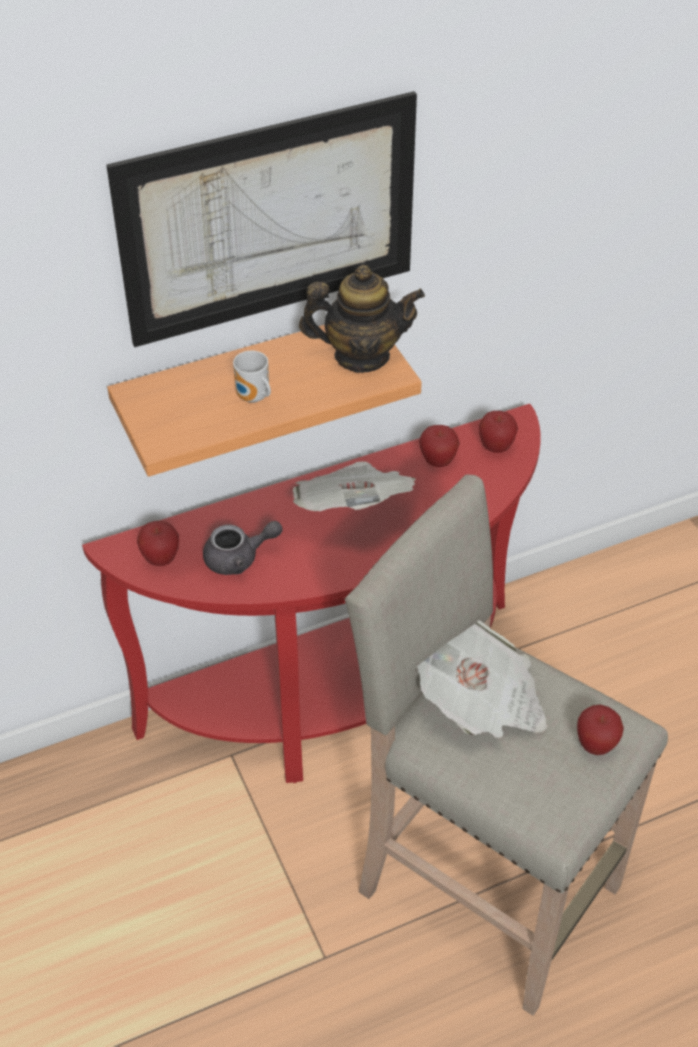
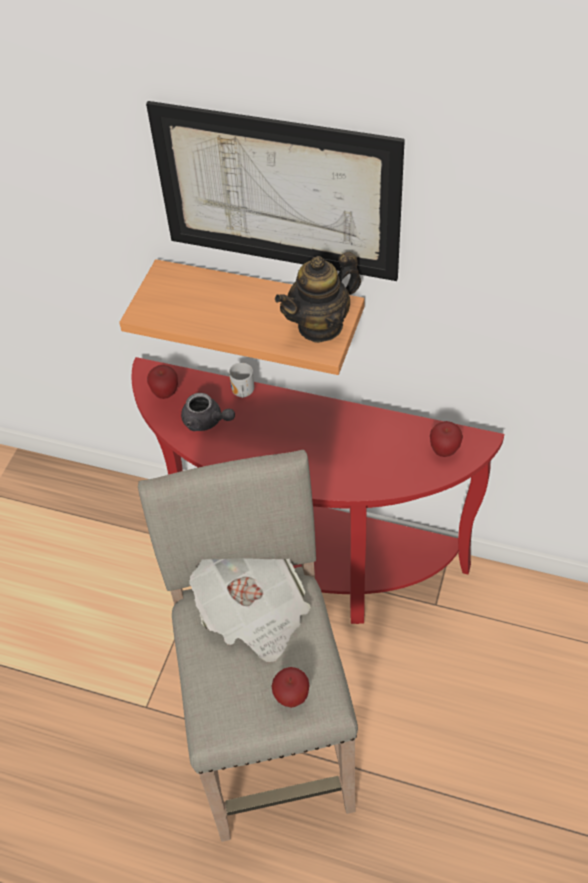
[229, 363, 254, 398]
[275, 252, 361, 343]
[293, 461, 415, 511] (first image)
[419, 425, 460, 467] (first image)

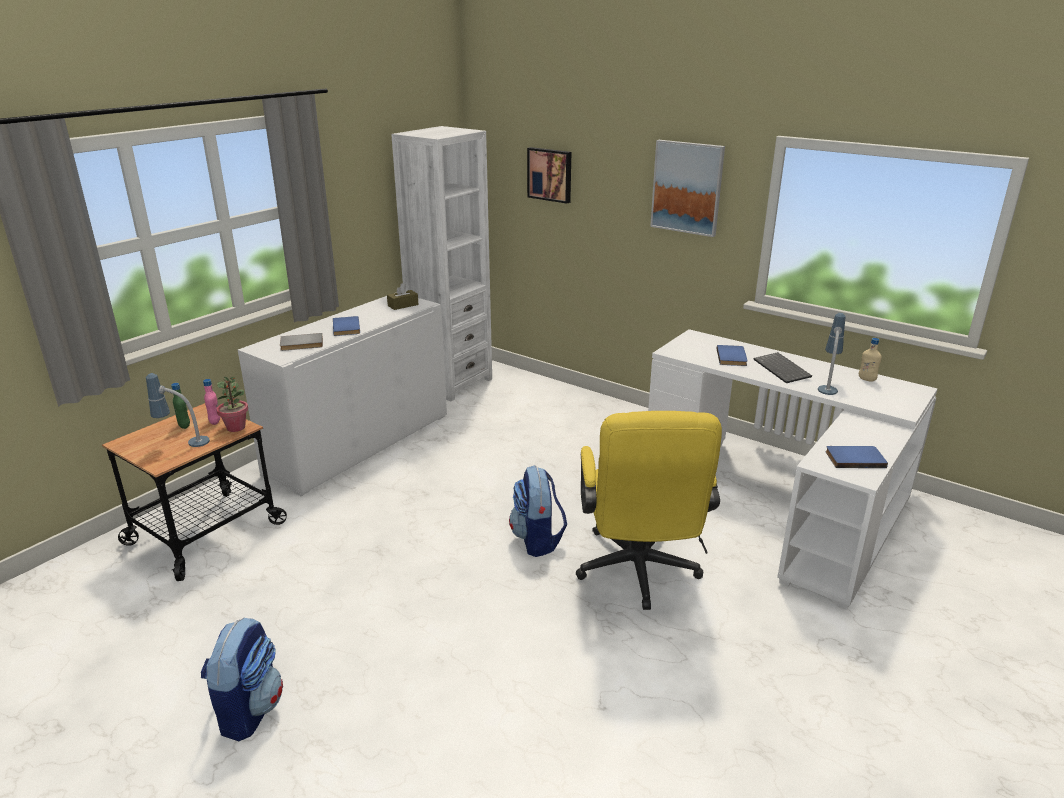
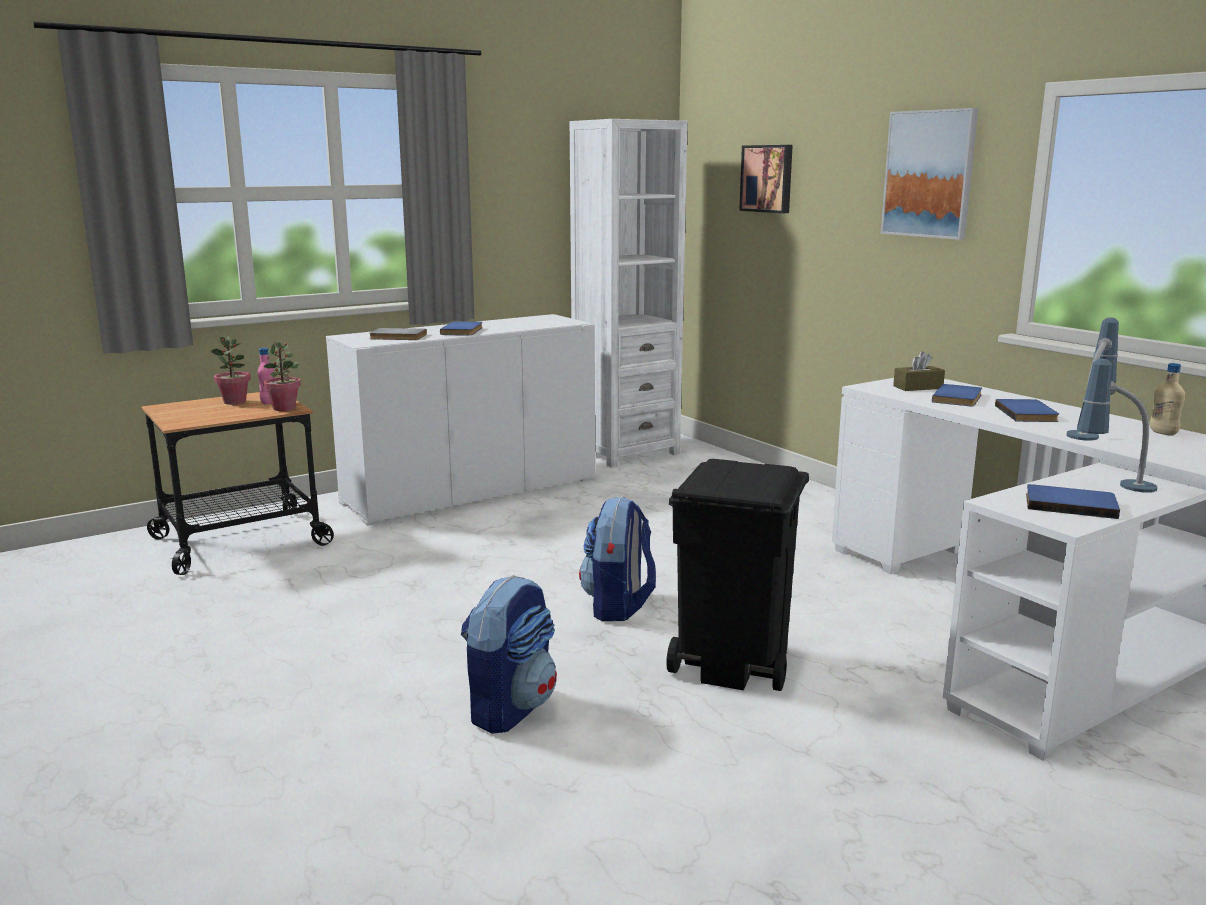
[211, 336, 251, 405]
[461, 575, 557, 734]
[666, 459, 809, 691]
[893, 351, 945, 391]
[995, 399, 1059, 422]
[1077, 359, 1157, 493]

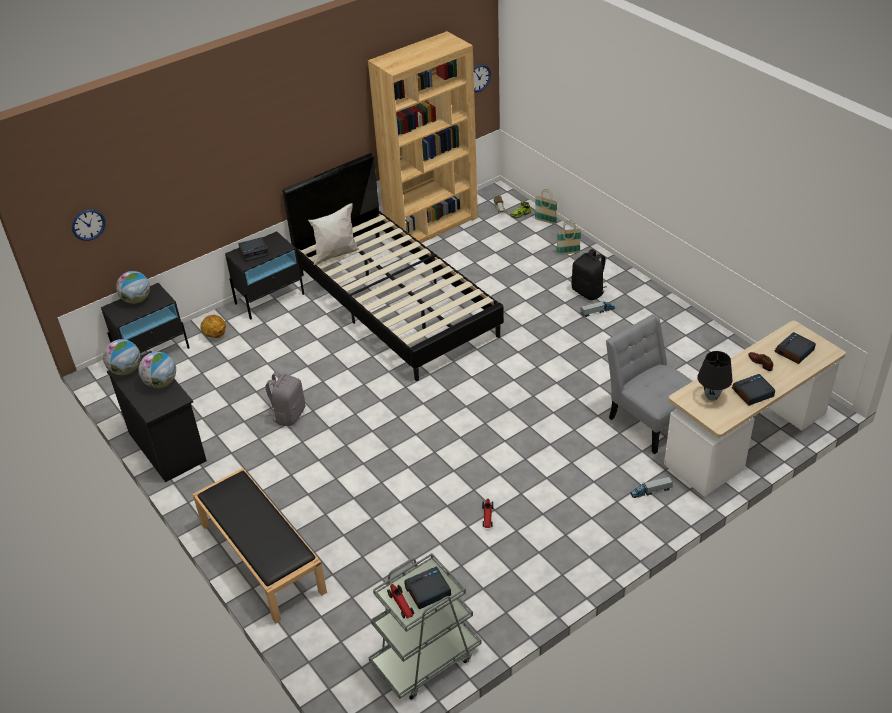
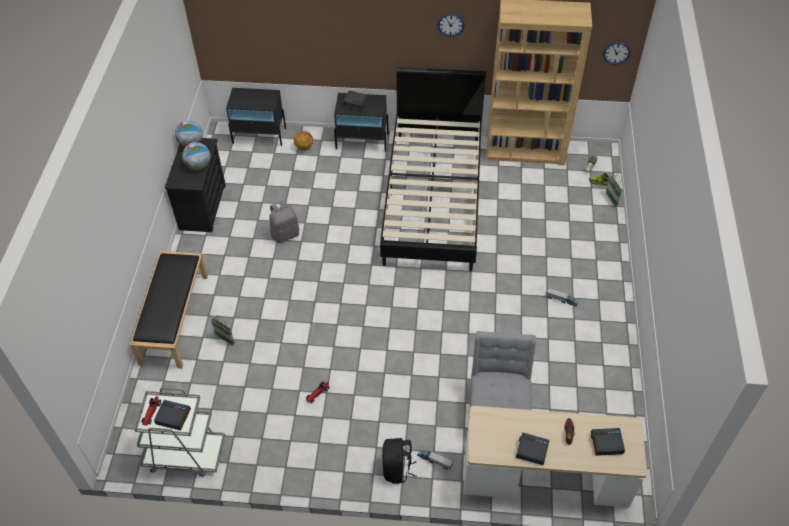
[211, 315, 235, 346]
[382, 438, 417, 484]
[437, 14, 464, 37]
[116, 271, 150, 304] (first image)
[308, 203, 359, 265] (first image)
[698, 351, 733, 401] (first image)

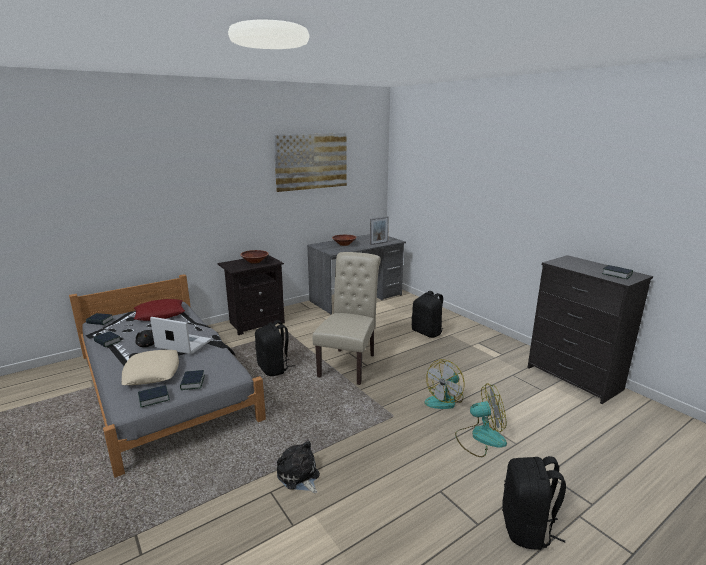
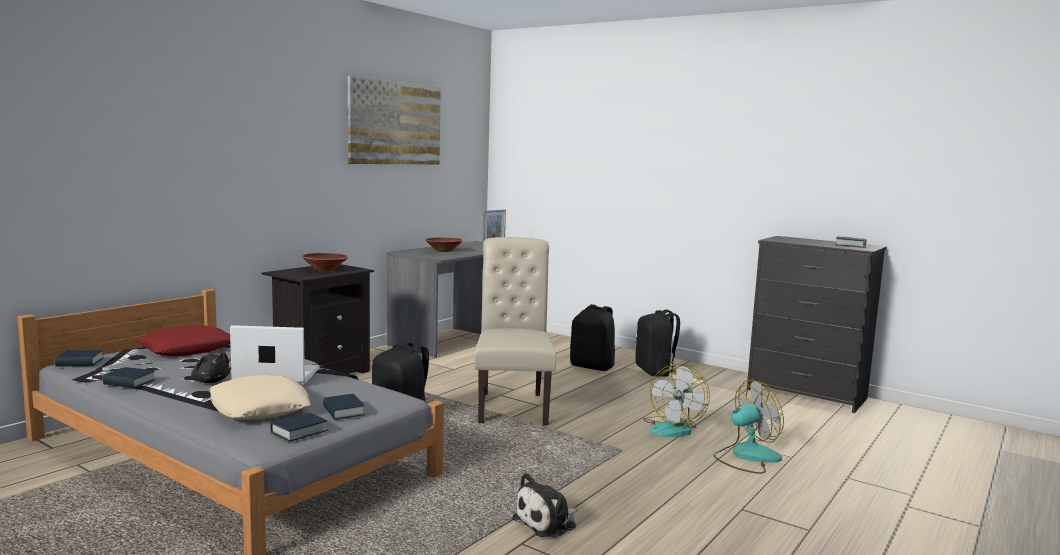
[512, 473, 577, 538]
[635, 309, 680, 377]

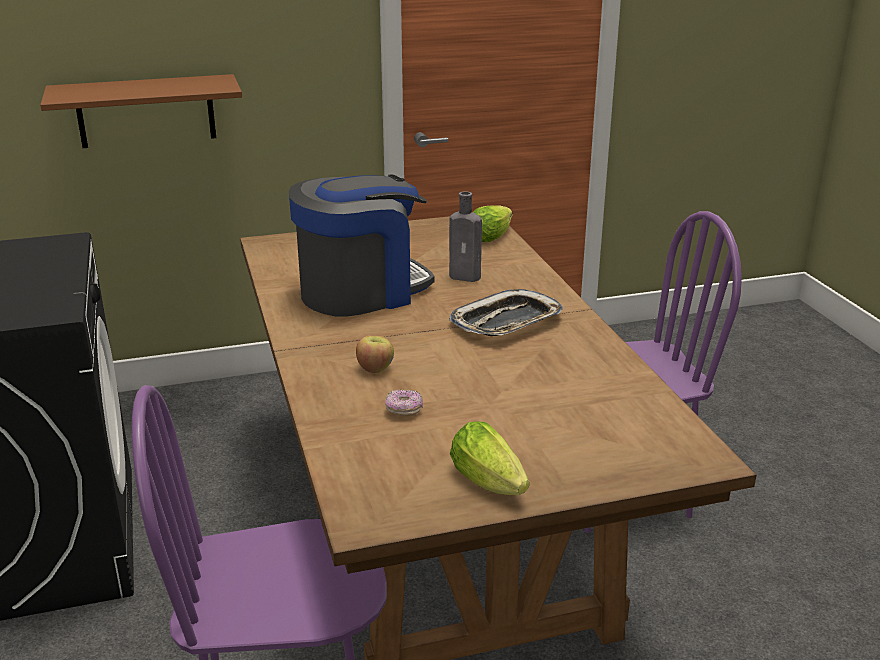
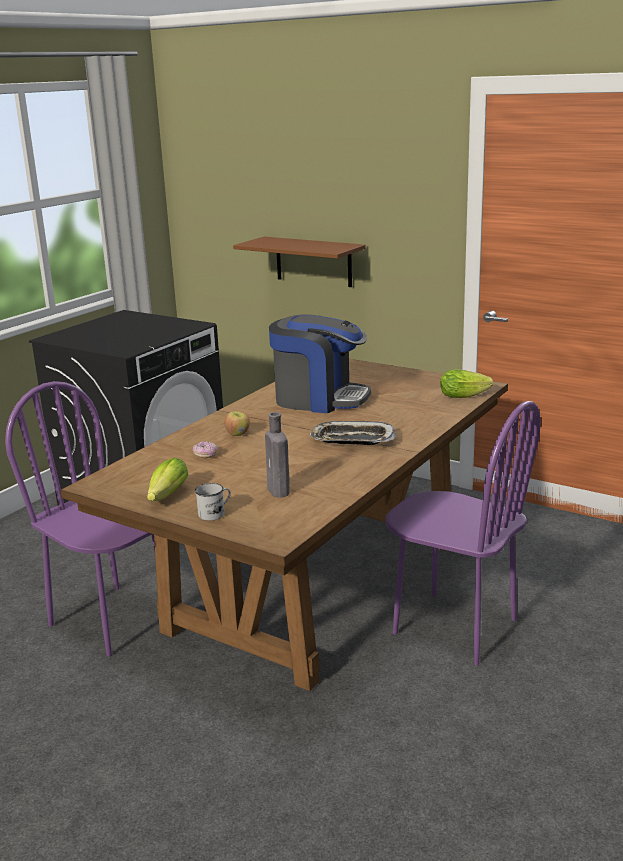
[195, 483, 231, 521]
[265, 412, 290, 498]

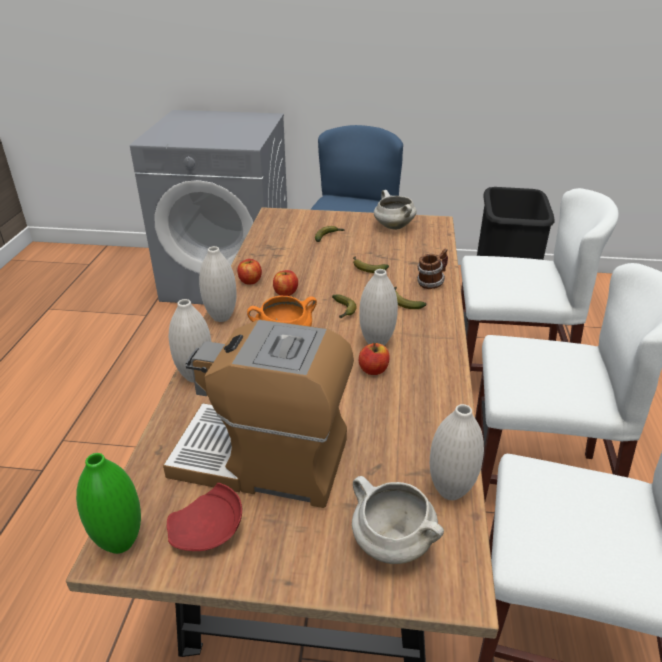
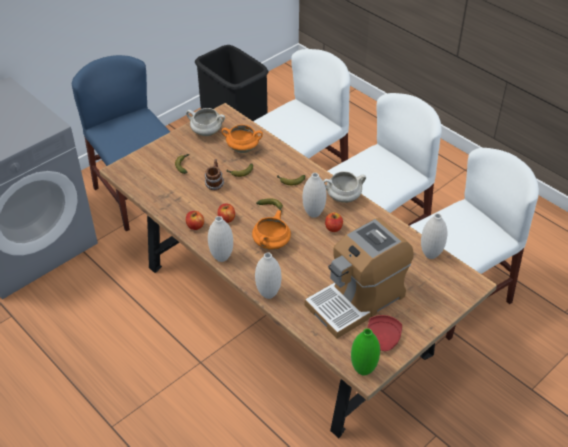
[204, 159, 224, 190]
[222, 125, 263, 153]
[323, 171, 366, 203]

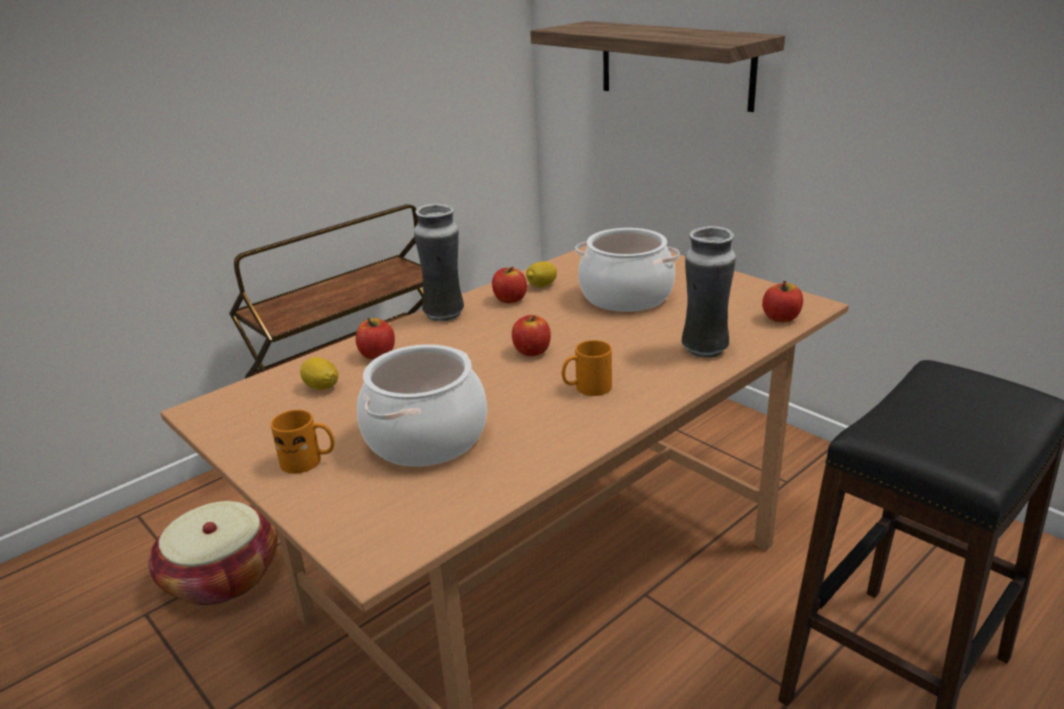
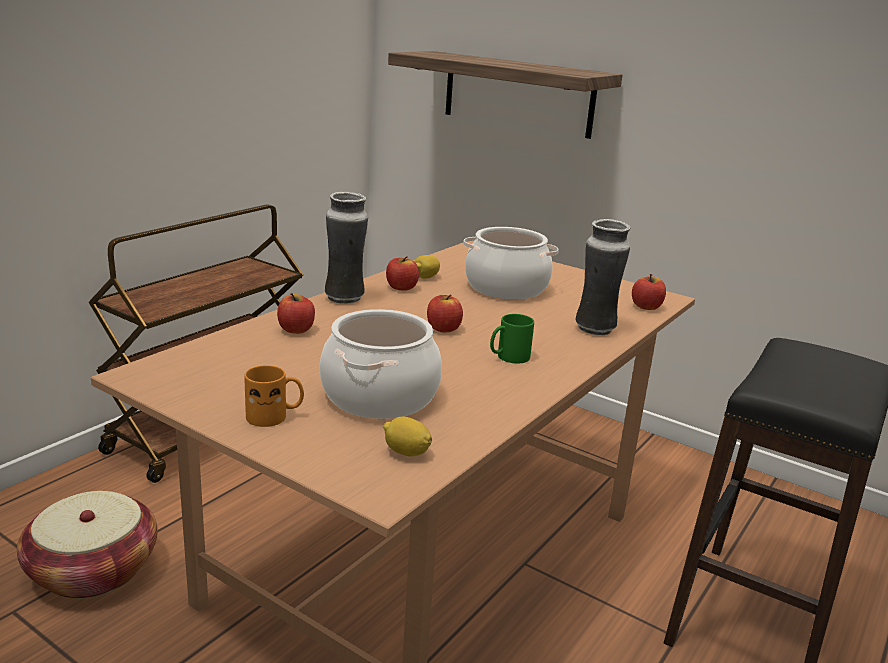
[383, 416, 432, 457]
[490, 314, 534, 363]

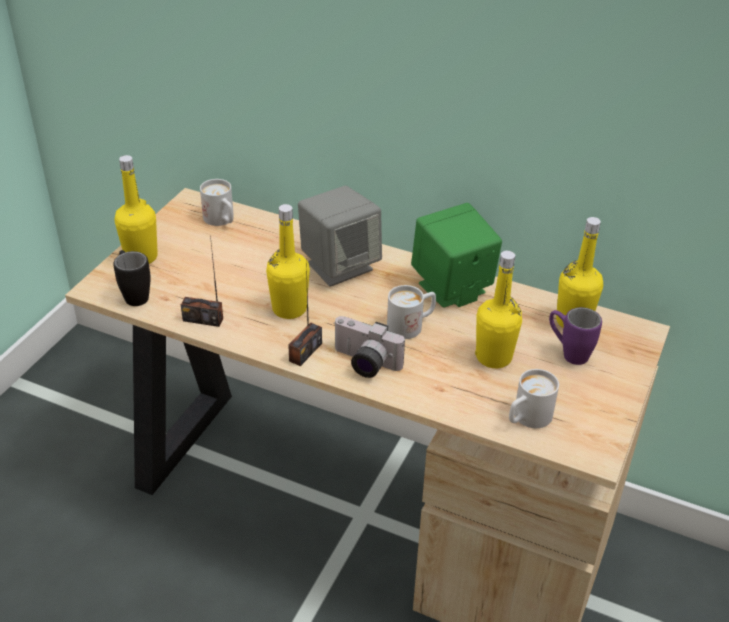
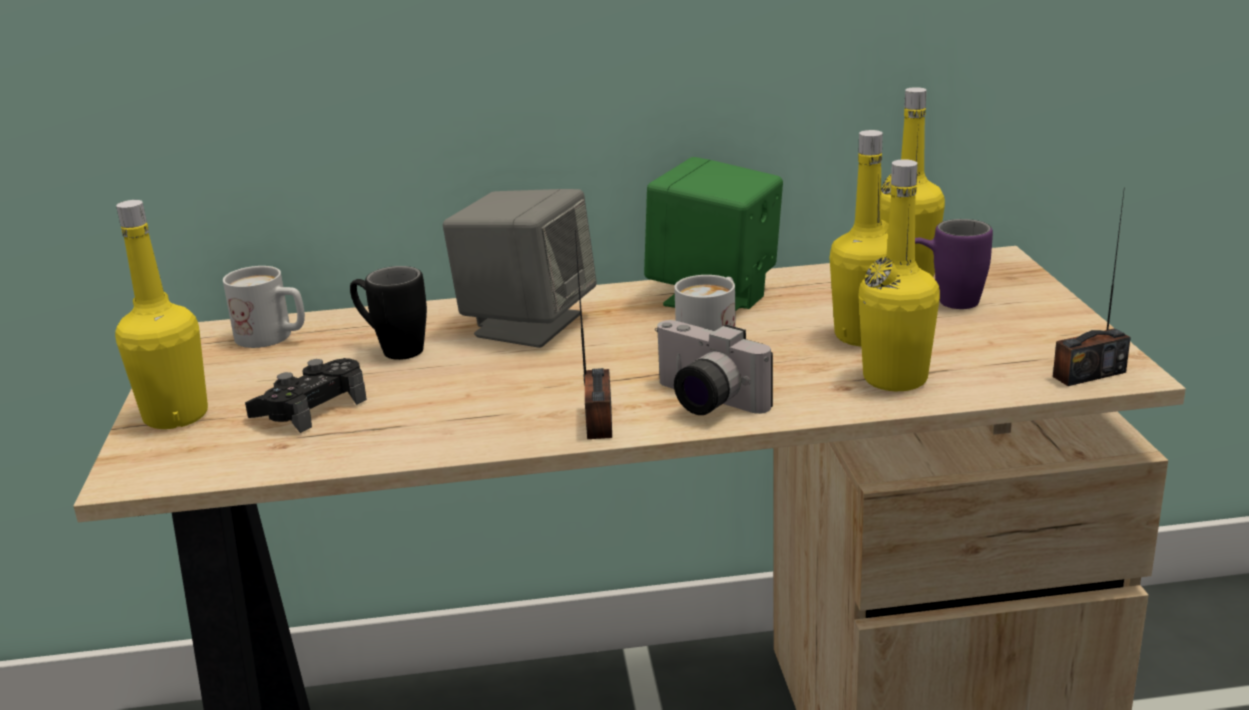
[245, 358, 367, 433]
[350, 266, 427, 360]
[655, 320, 773, 415]
[858, 159, 940, 391]
[1053, 187, 1131, 386]
[509, 369, 559, 428] (first image)

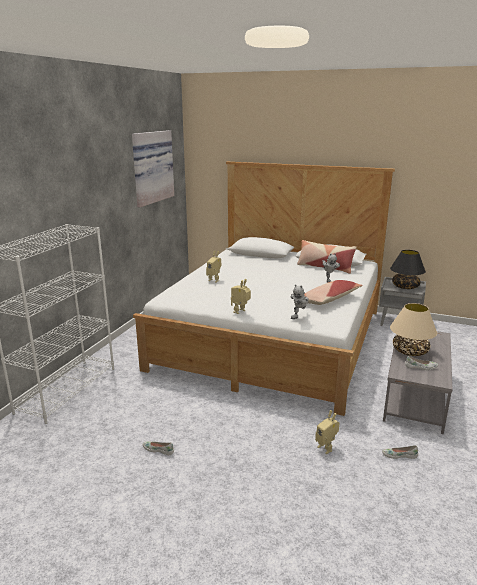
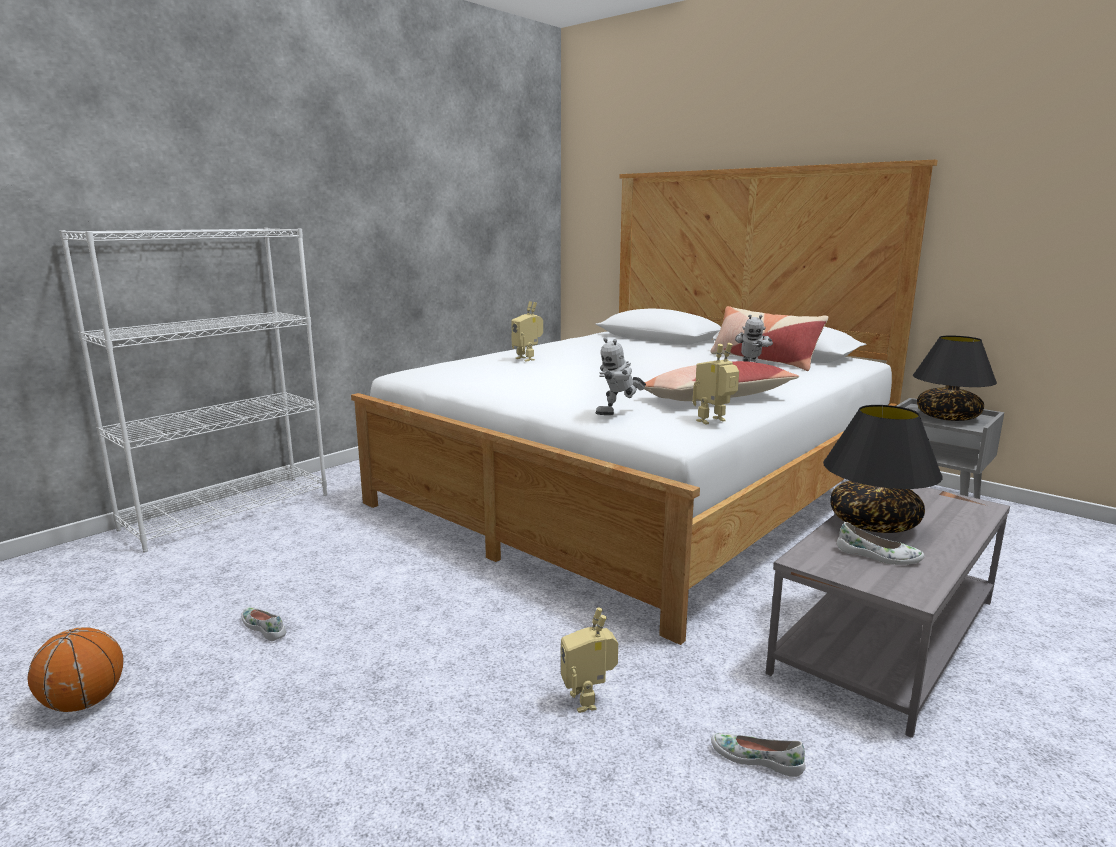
[27, 627, 124, 712]
[693, 343, 739, 425]
[823, 405, 943, 533]
[132, 130, 174, 207] (first image)

